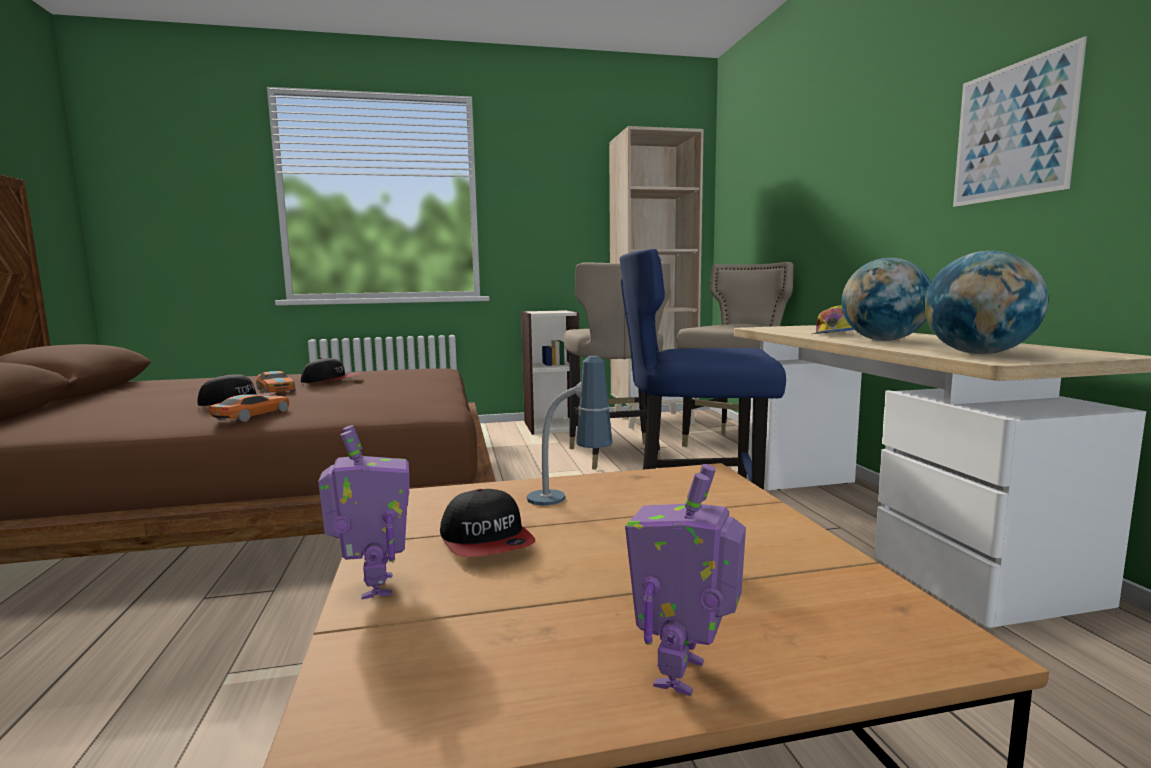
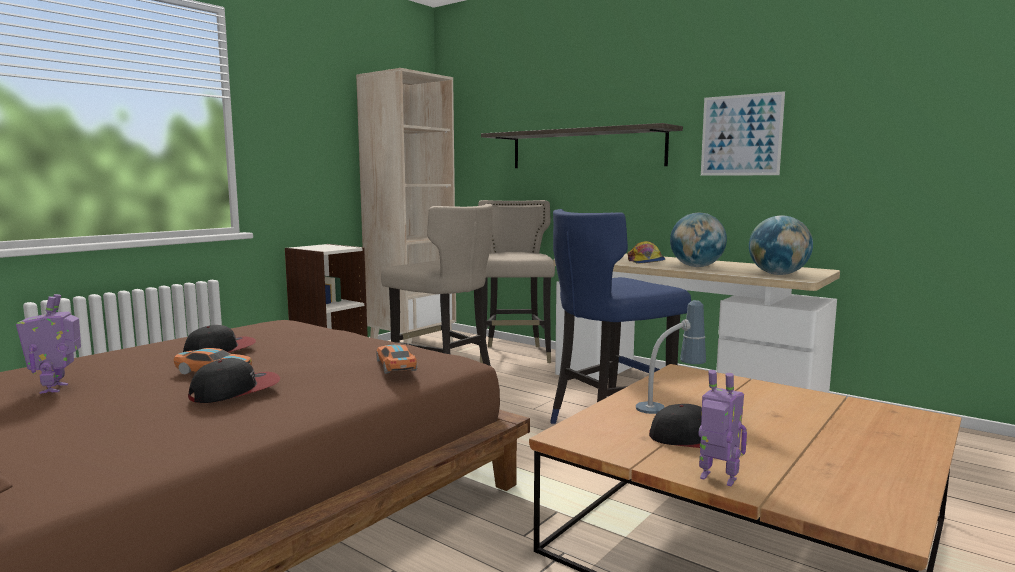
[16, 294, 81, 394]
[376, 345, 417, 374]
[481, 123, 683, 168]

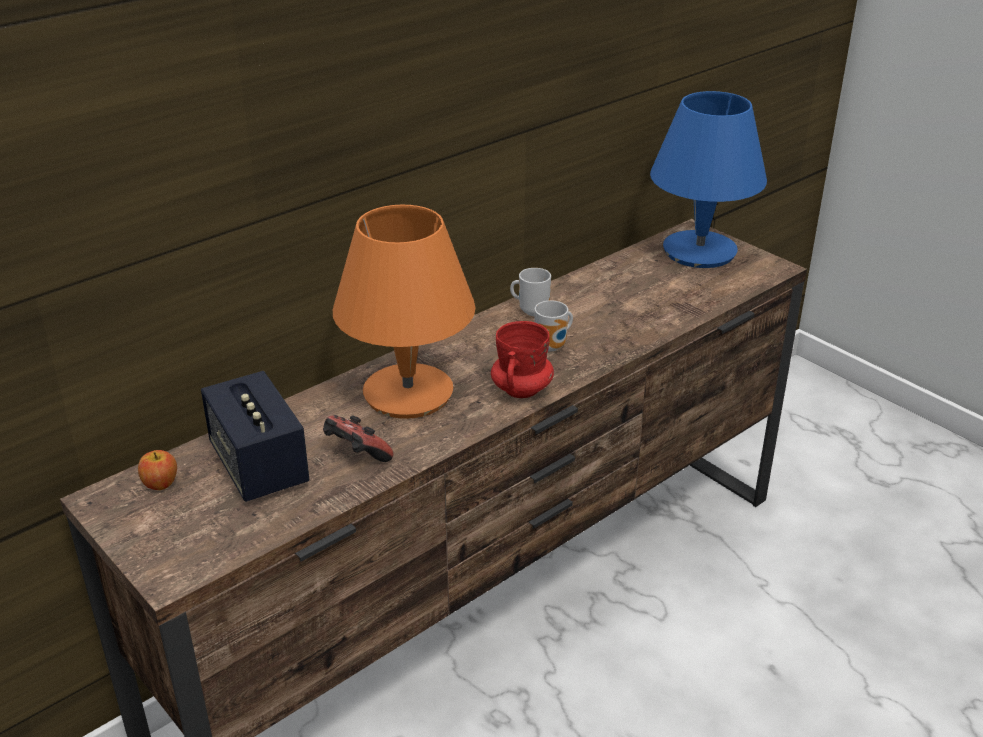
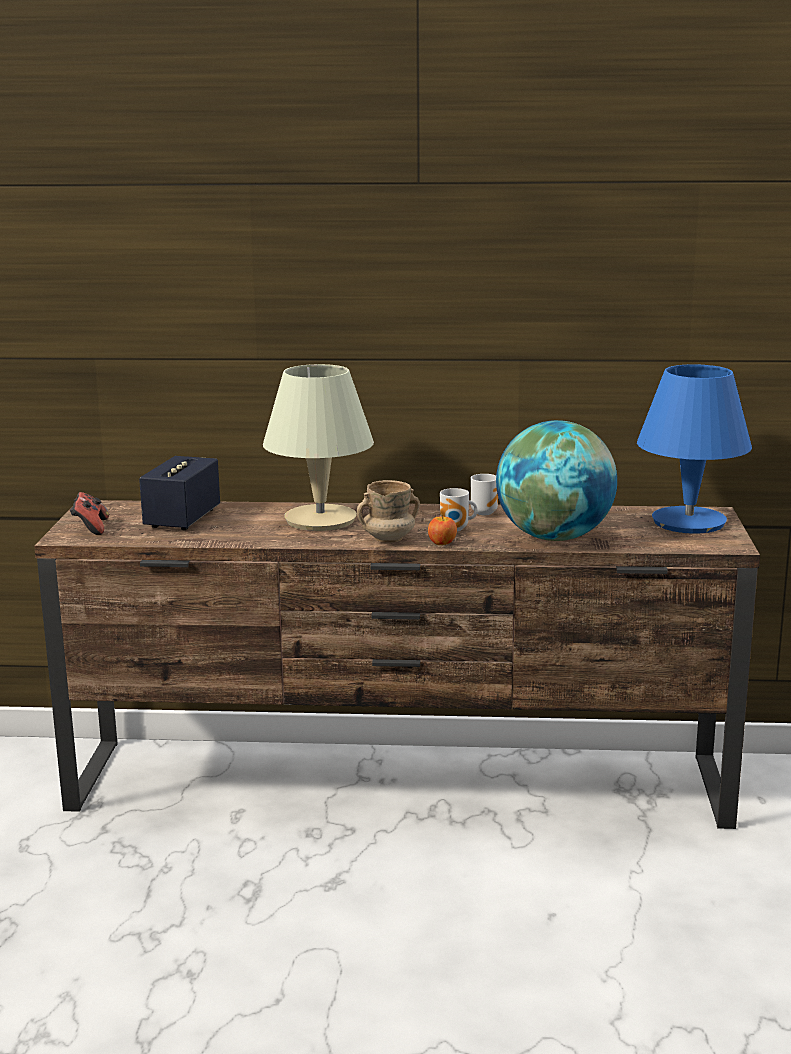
[69, 492, 109, 535]
[263, 364, 374, 531]
[357, 480, 420, 543]
[428, 514, 457, 545]
[496, 420, 617, 541]

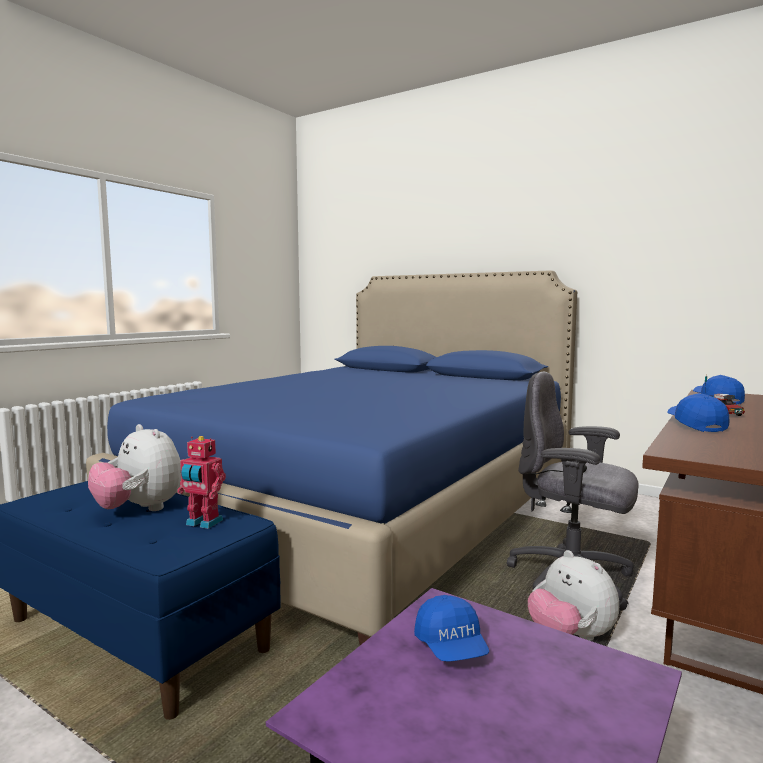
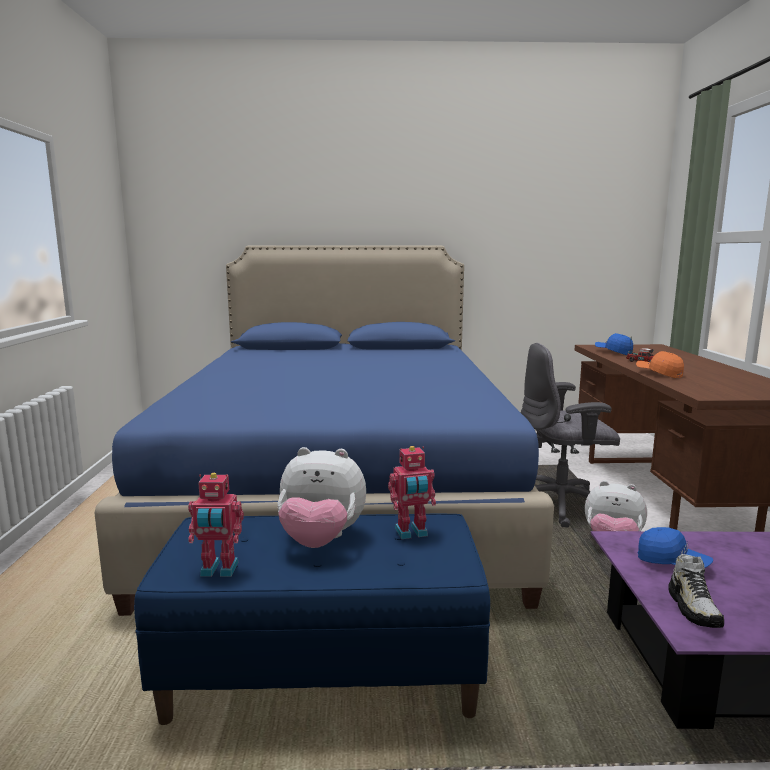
[188, 473, 244, 577]
[636, 351, 684, 378]
[668, 554, 724, 628]

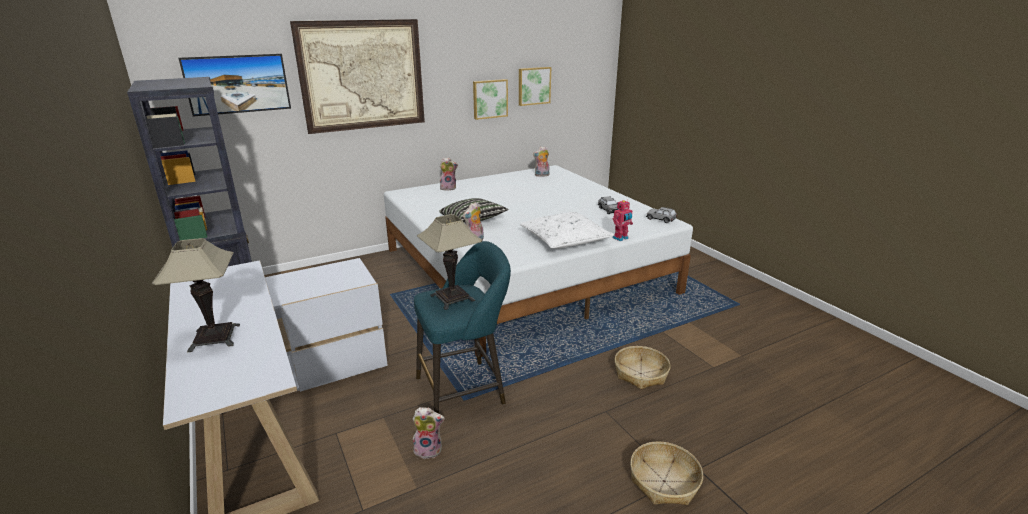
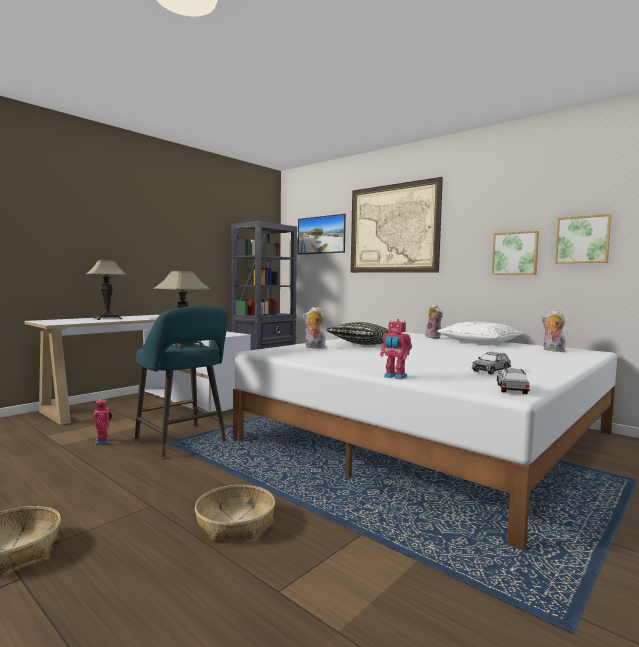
[93, 398, 112, 446]
[437, 322, 524, 344]

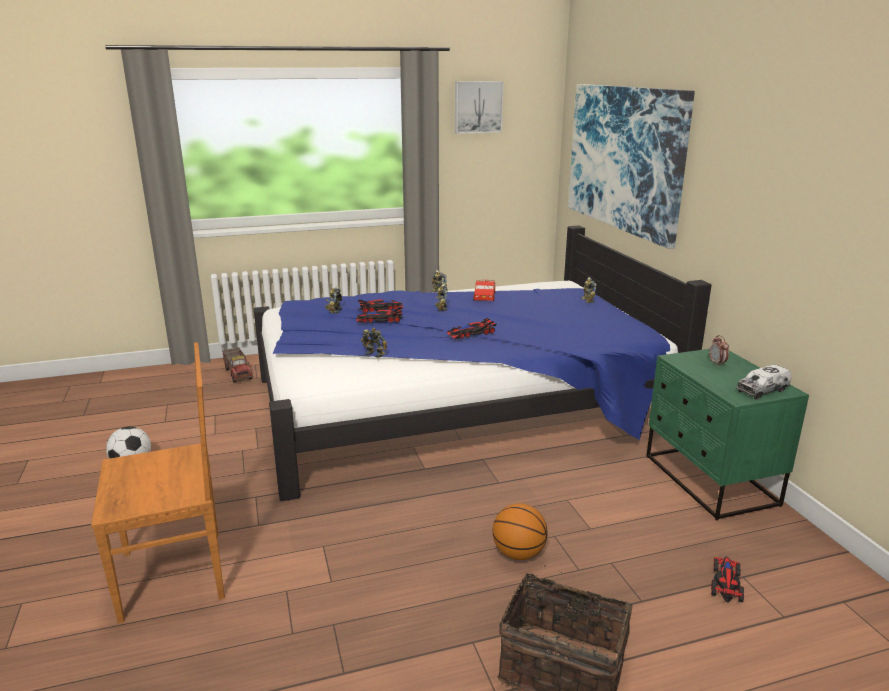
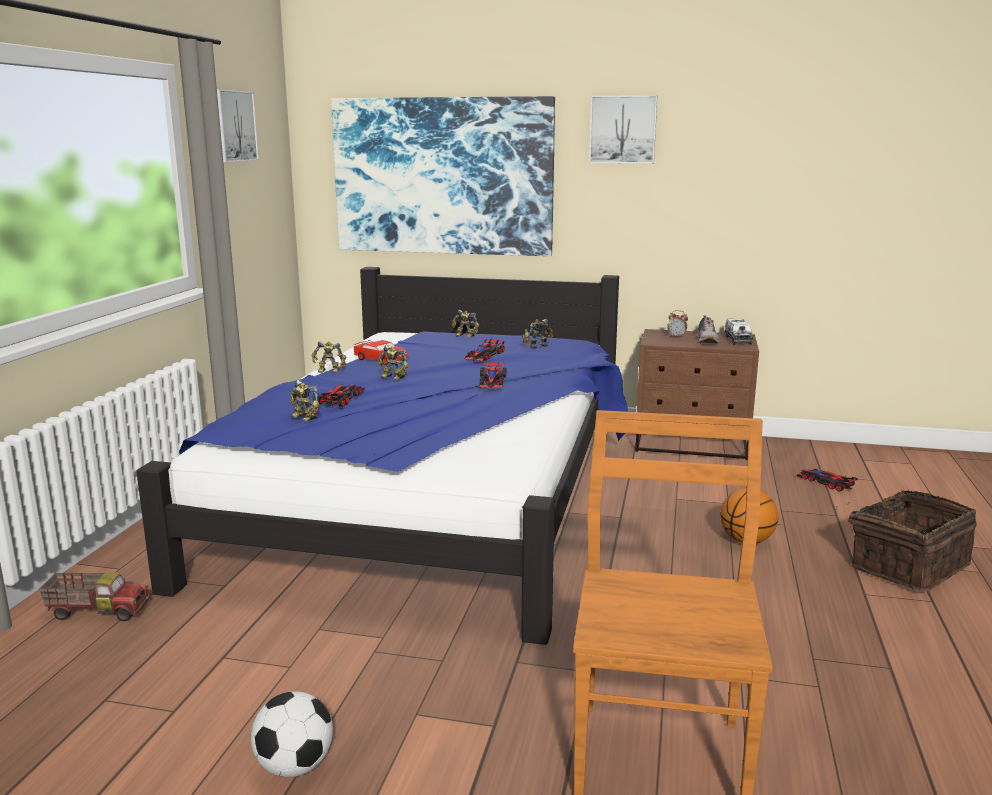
[465, 339, 505, 361]
[522, 319, 553, 348]
[589, 95, 658, 164]
[636, 329, 759, 460]
[697, 315, 720, 343]

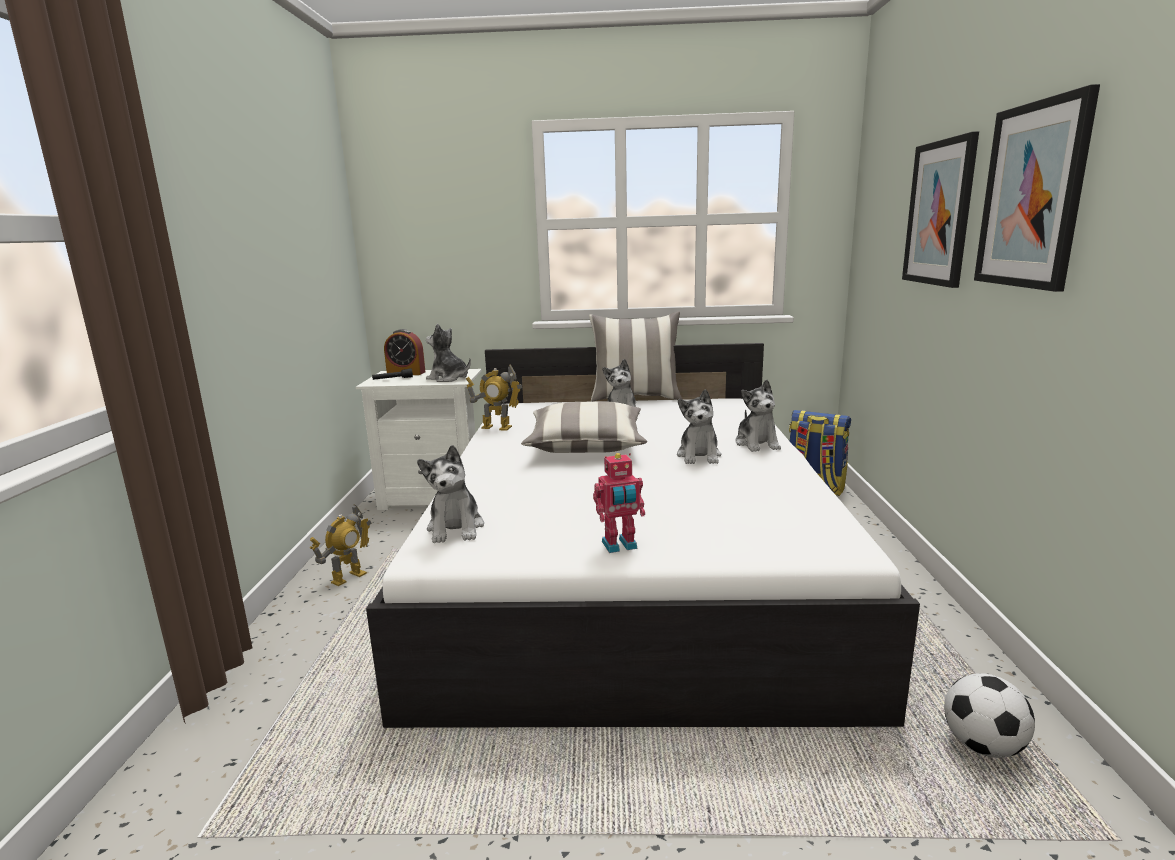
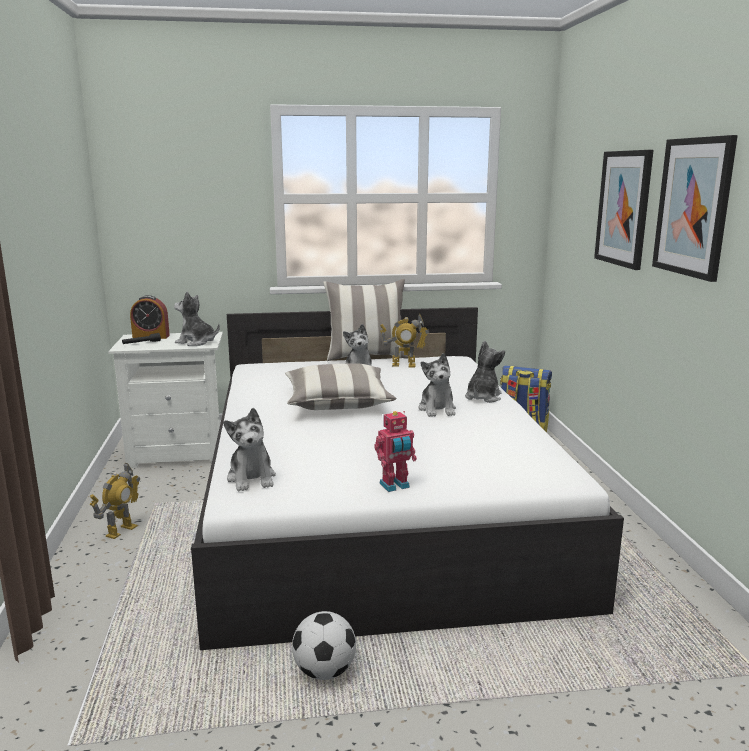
[292, 611, 356, 680]
[380, 315, 429, 368]
[465, 341, 505, 403]

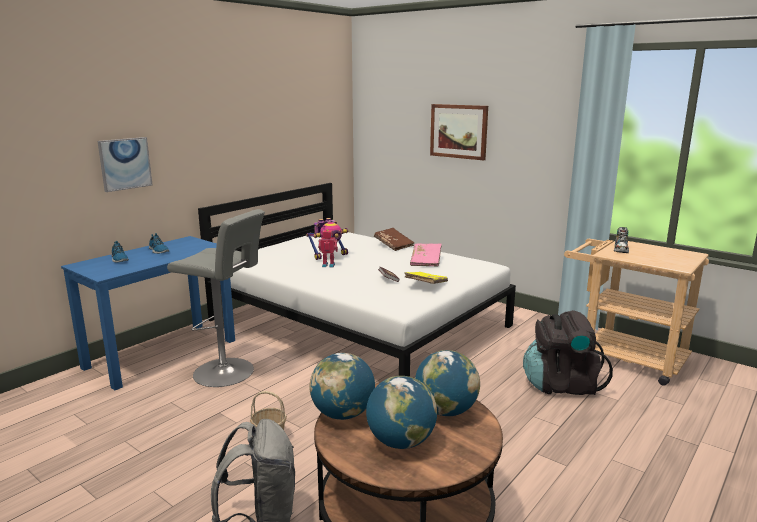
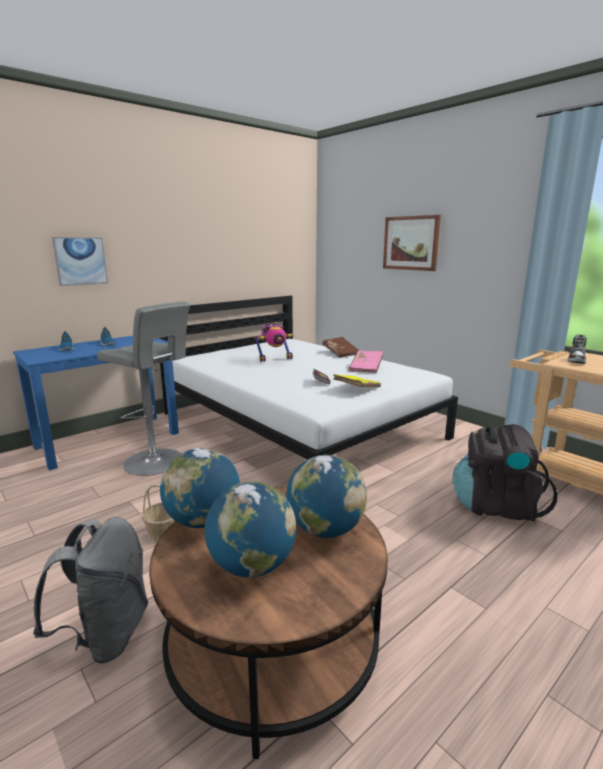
[318, 229, 338, 267] (first image)

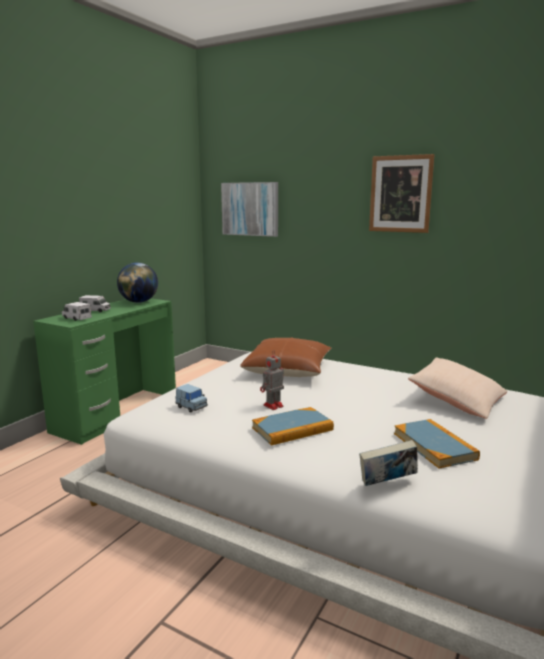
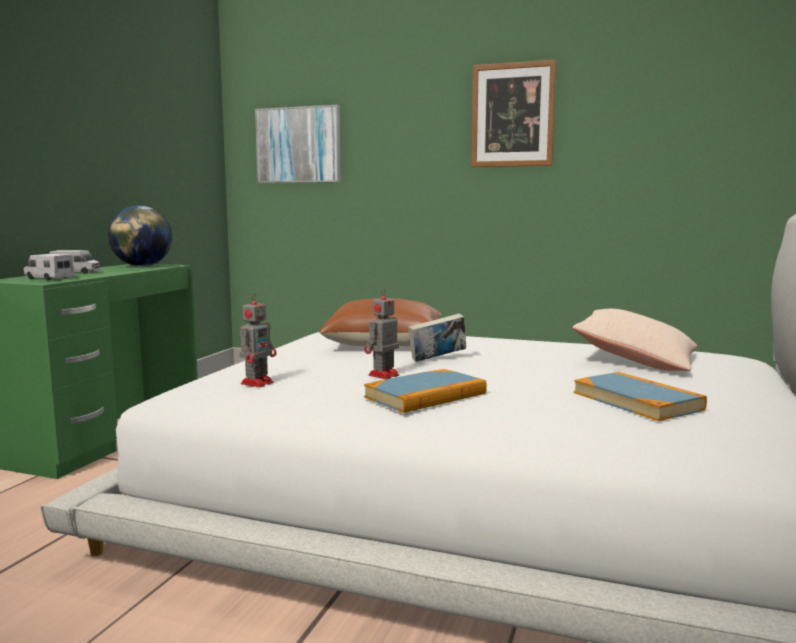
[239, 293, 277, 387]
[408, 313, 466, 362]

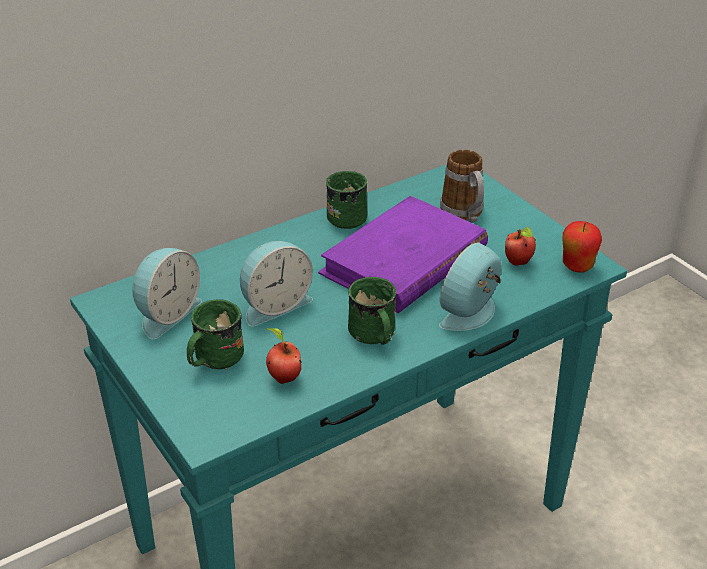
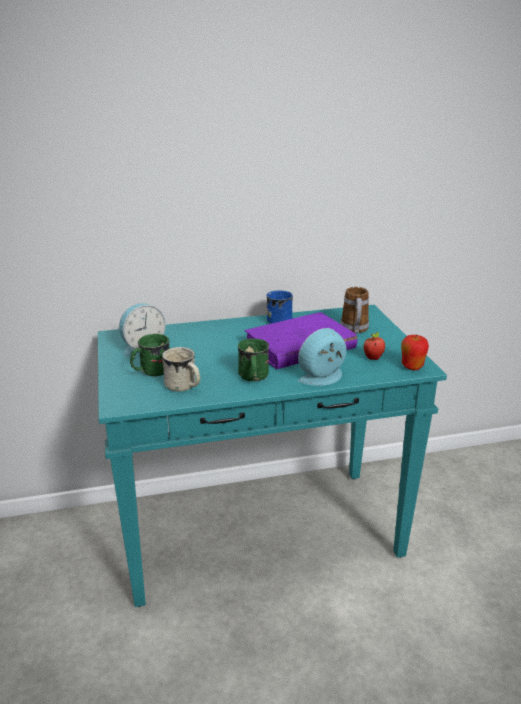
[162, 347, 200, 392]
[267, 291, 293, 324]
[240, 241, 313, 327] (first image)

